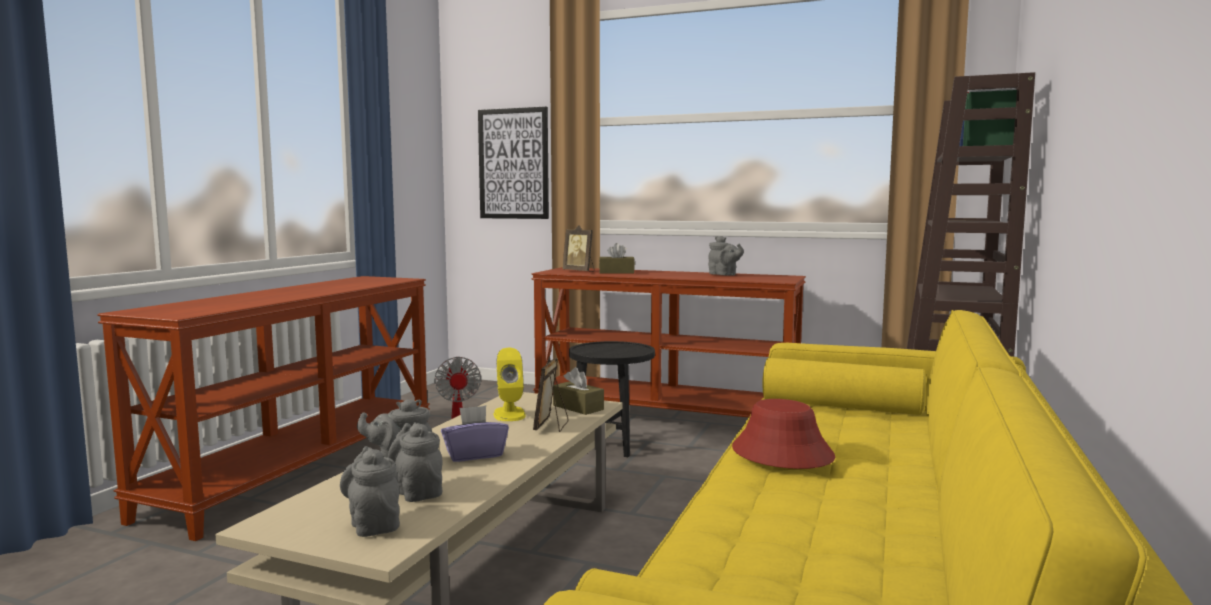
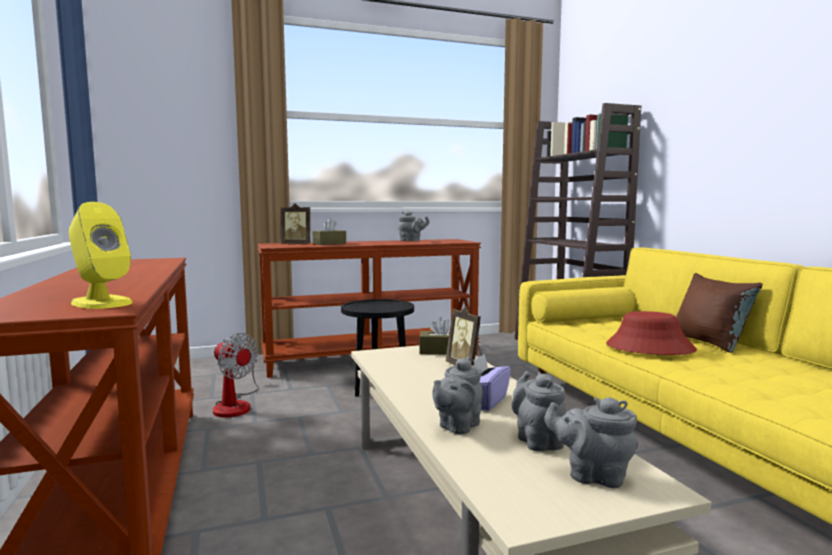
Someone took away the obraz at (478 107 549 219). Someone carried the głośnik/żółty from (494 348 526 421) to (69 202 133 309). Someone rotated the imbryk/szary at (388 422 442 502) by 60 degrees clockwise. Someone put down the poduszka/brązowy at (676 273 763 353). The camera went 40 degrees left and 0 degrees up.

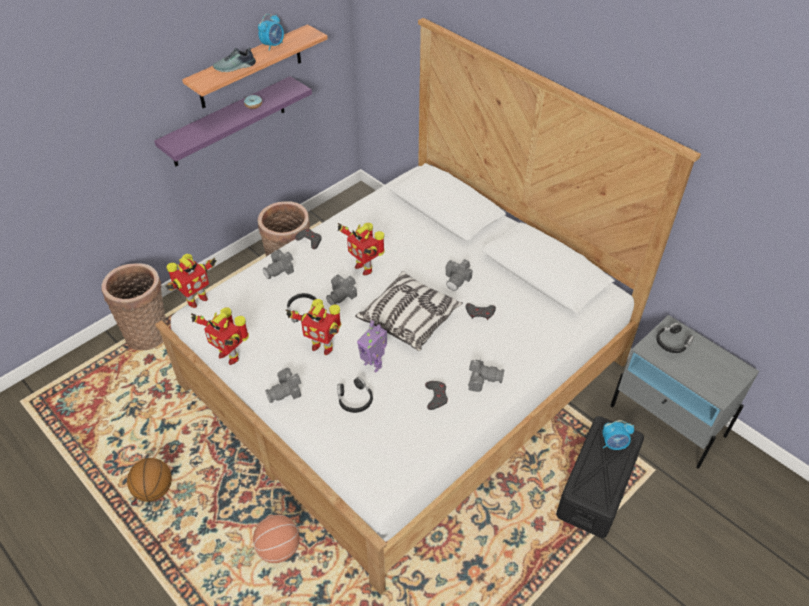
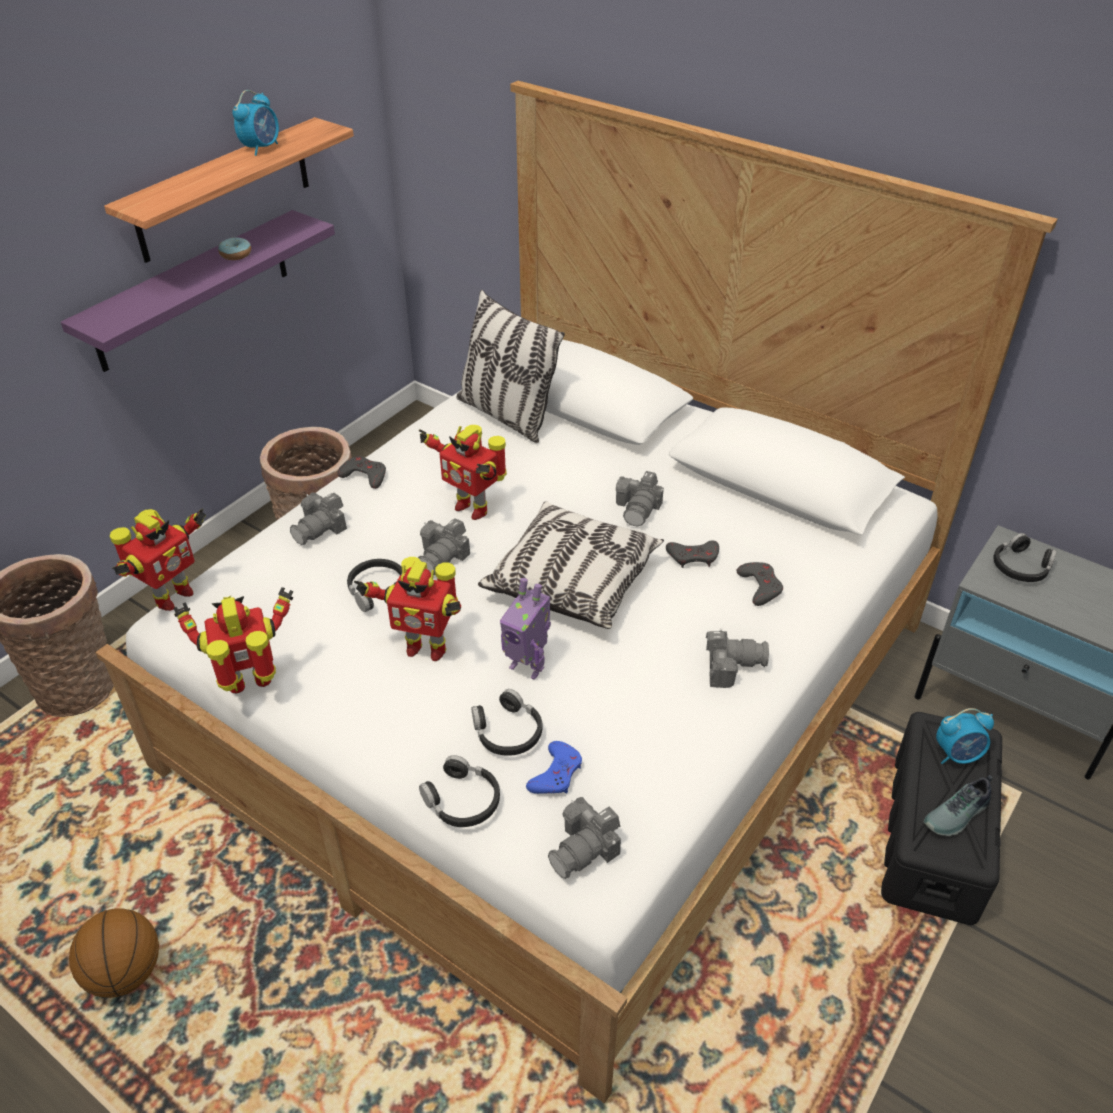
Someone carried the but from (213 47 256 72) to (924 775 993 836). Someone rotated the robot zabawkowy at (191 307 249 365) by 135 degrees clockwise. Someone carried the aparat fotograficzny from (265 368 301 403) to (548 797 621 879). Someone carried the pad do gier/szary from (425 381 448 410) to (736 562 783 606). Someone took away the piłka do koszykówki at (253 515 299 563). Someone put down the poduszka at (457 290 565 443). Someone put down the pad do gier/niebieski at (526 741 582 794). Someone put down the słuchawki/czarny at (419 755 500 827). The camera went 10 degrees left and 5 degrees down.

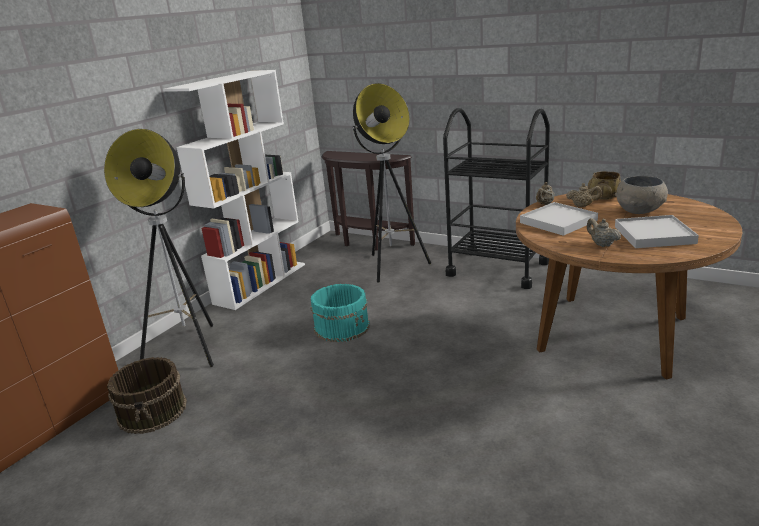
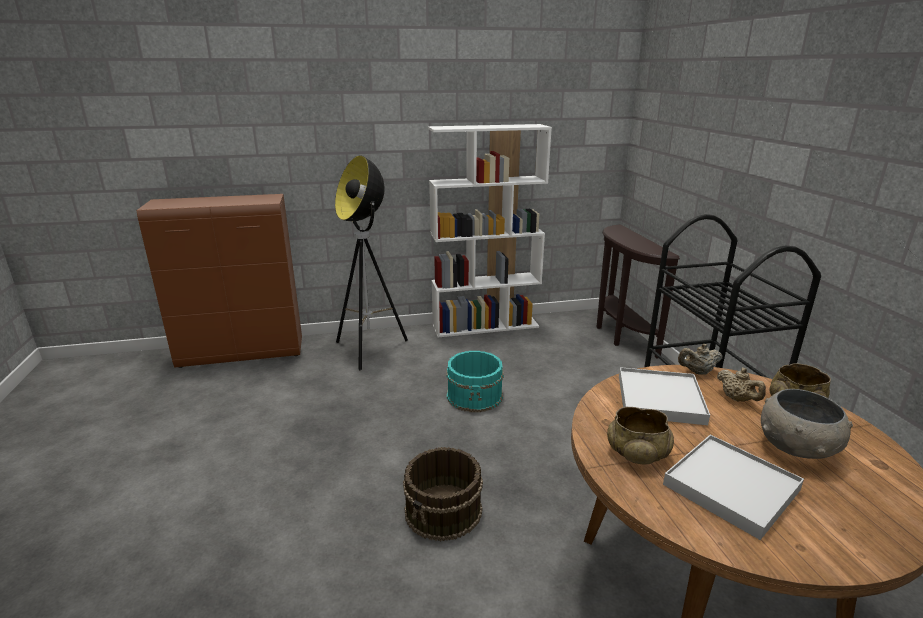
Someone took away the lampa stojąca at (353 83 431 283). Someone swapped the imbryk/beżowy at (587 218 621 247) for the miska/beżowy at (607 407 674 465). Someone carried the wiadro/brązowy from (107 357 187 434) to (403 447 483 541). The camera went 45 degrees right and 0 degrees up.

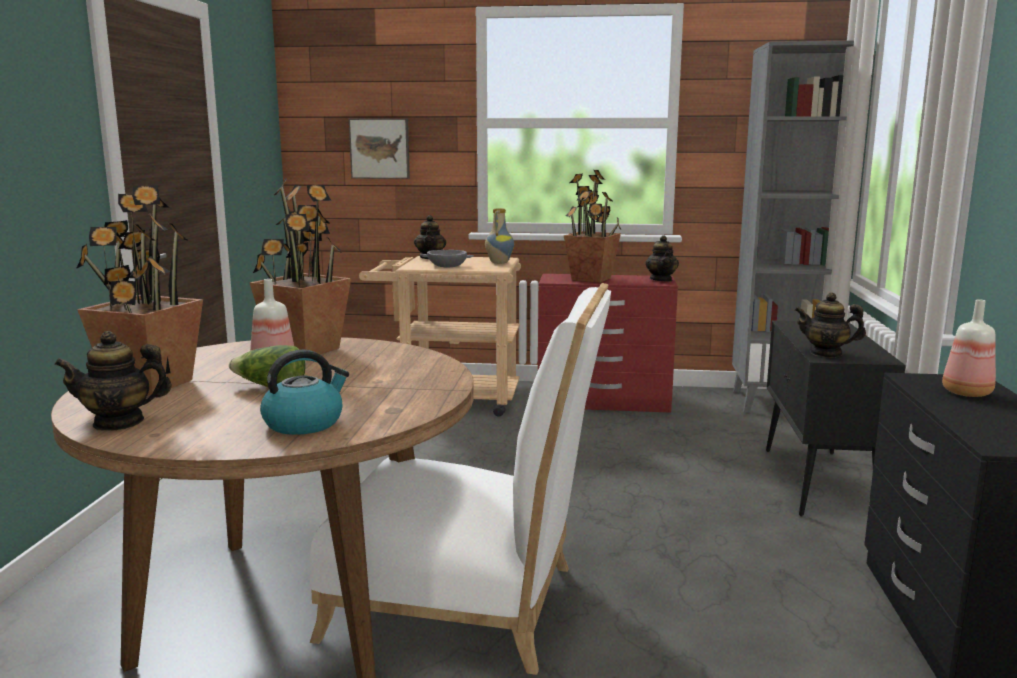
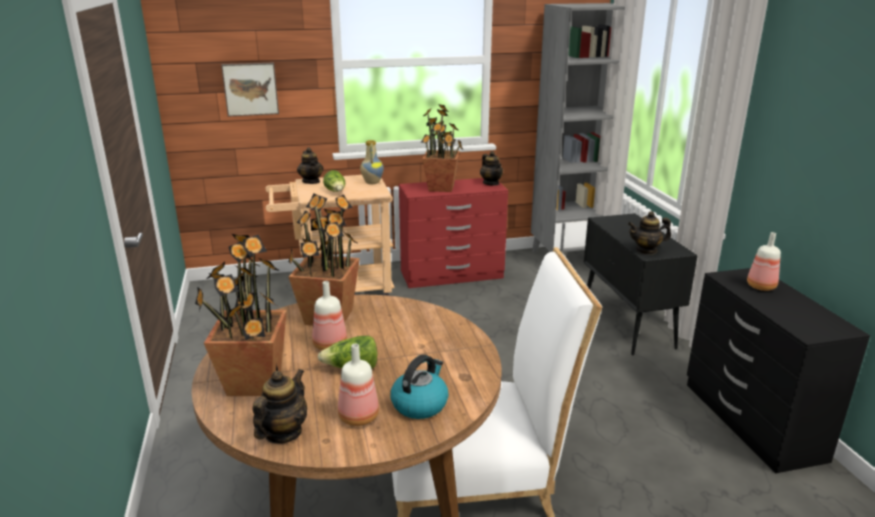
Someone swapped the miska/szary at (419 250 474 268) for the sałata at (323 170 345 192). Someone rotated the imbryk at (54 331 172 431) by 150 degrees clockwise. Someone put down the butelka at (338 344 379 426). The camera went 20 degrees left and 10 degrees up.

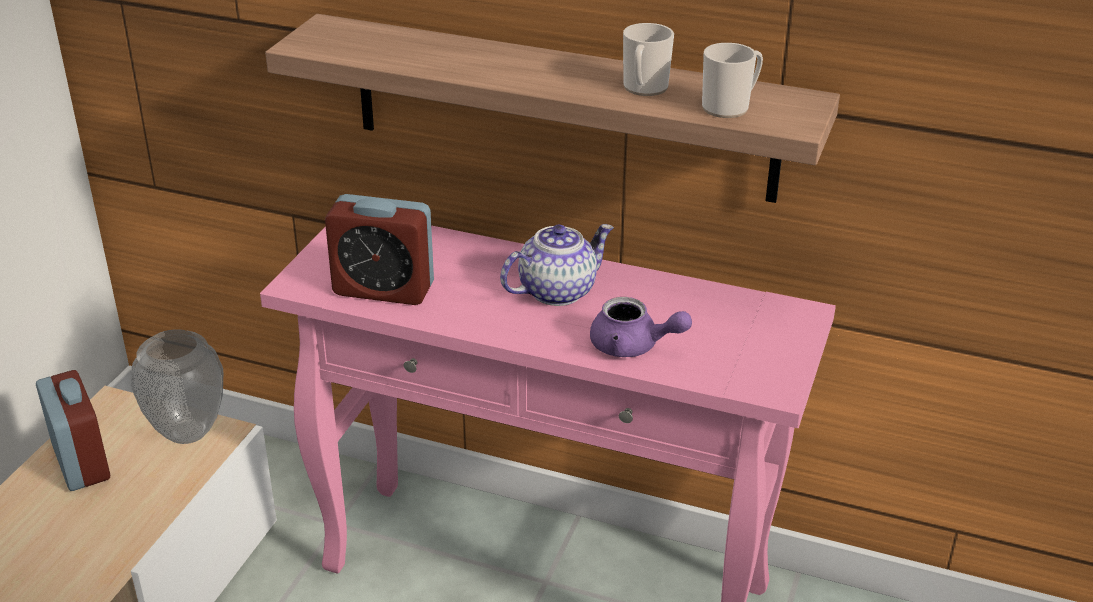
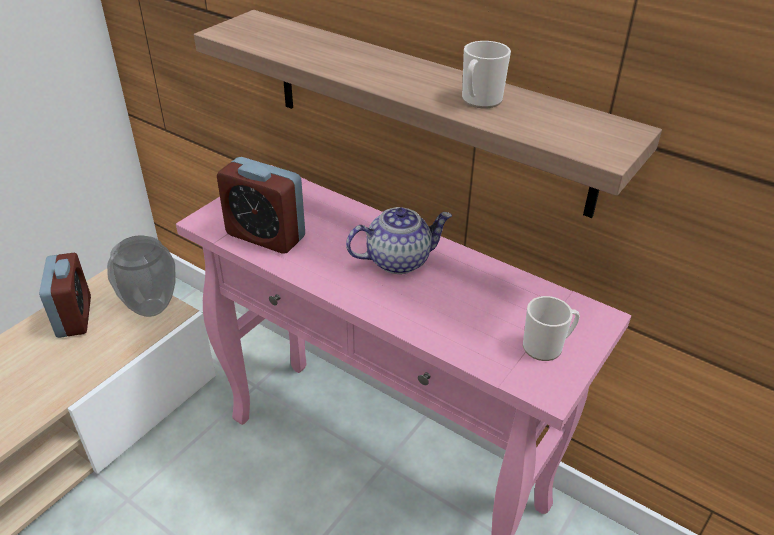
Someone carried the kubek from (702 43 763 118) to (523 296 580 361). Someone took away the imbryk/fioletowy at (590 297 692 357). The camera went 15 degrees right and 5 degrees up.

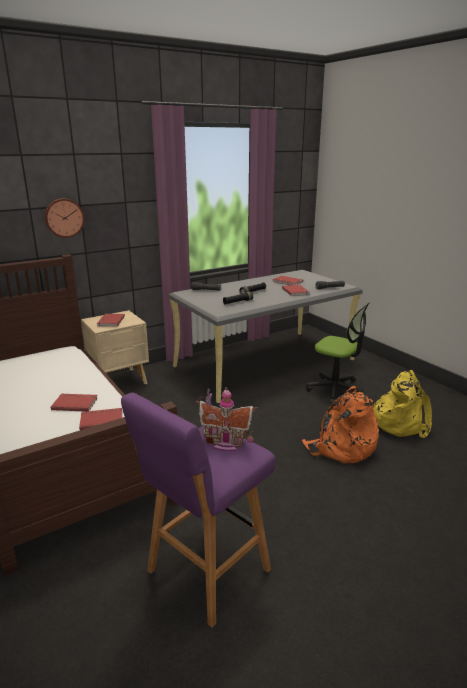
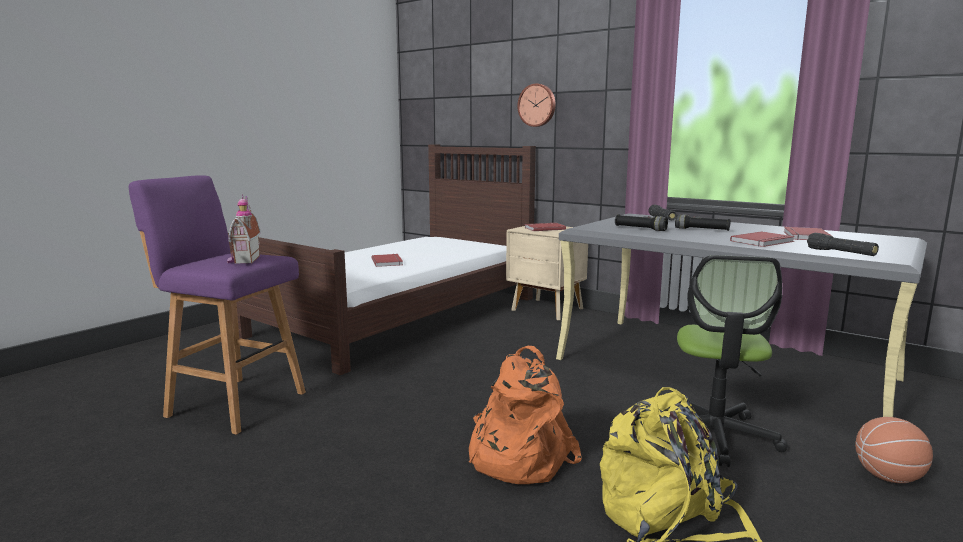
Someone took away the książka/czerwony at (79 408 122 430). Someone put down the piłka do koszykówki at (855 417 933 483). The camera went 70 degrees right and 10 degrees down.

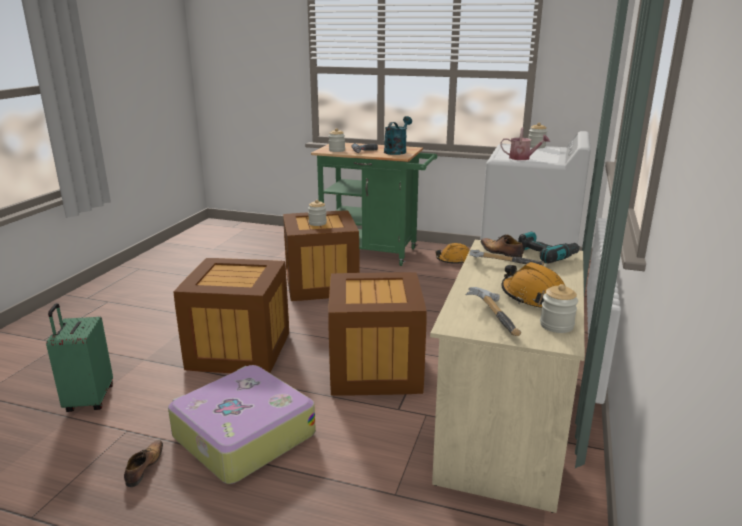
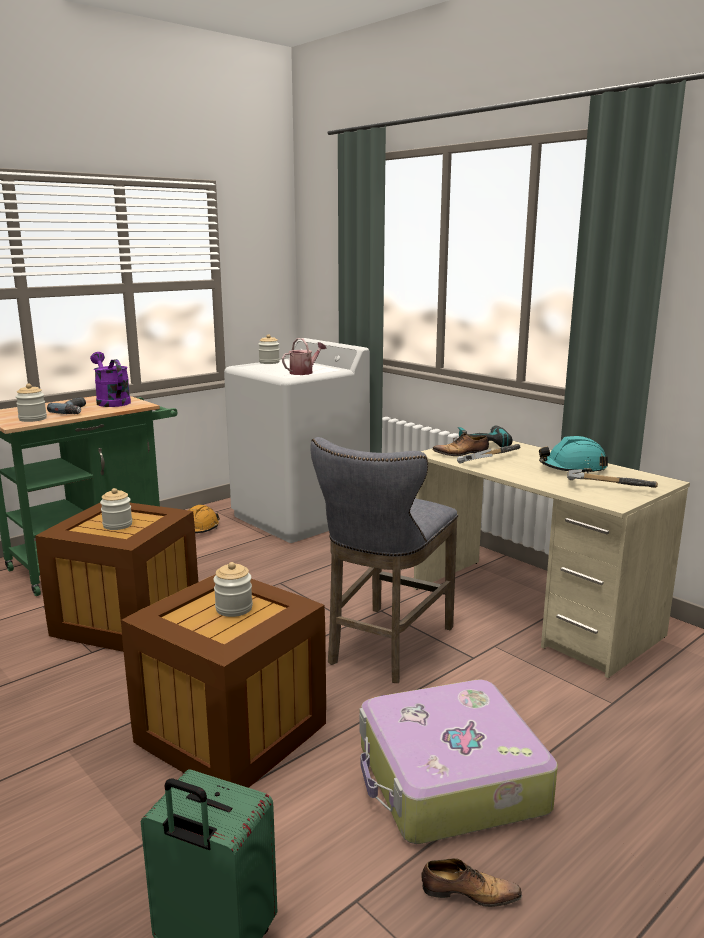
Someone repainted the konewka/turkusowy at (384 116 412 155), which became the konewka/fioletowy at (90 352 131 407). Someone repainted the kask/pomarańczowy at (501 262 566 308), which became the kask/turkusowy at (539 436 608 474). Someone swapped the skrzynka at (328 272 427 396) for the stołek/szary at (311 437 458 683). Someone carried the słoik from (540 284 578 333) to (213 562 253 617). Someone rotated the but at (124 440 163 487) by 150 degrees clockwise. The camera went 60 degrees left and 5 degrees down.

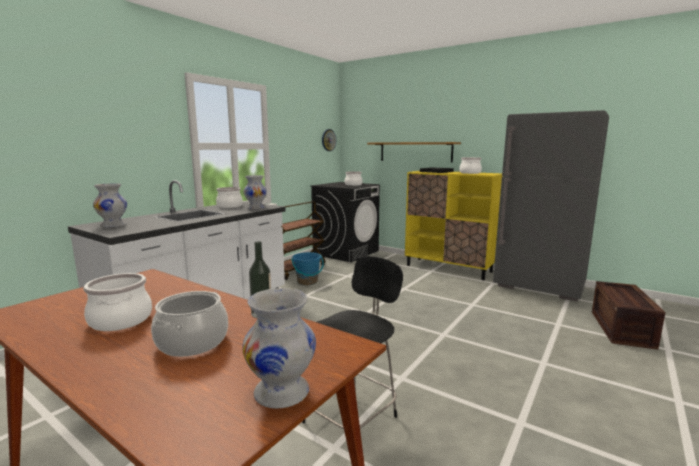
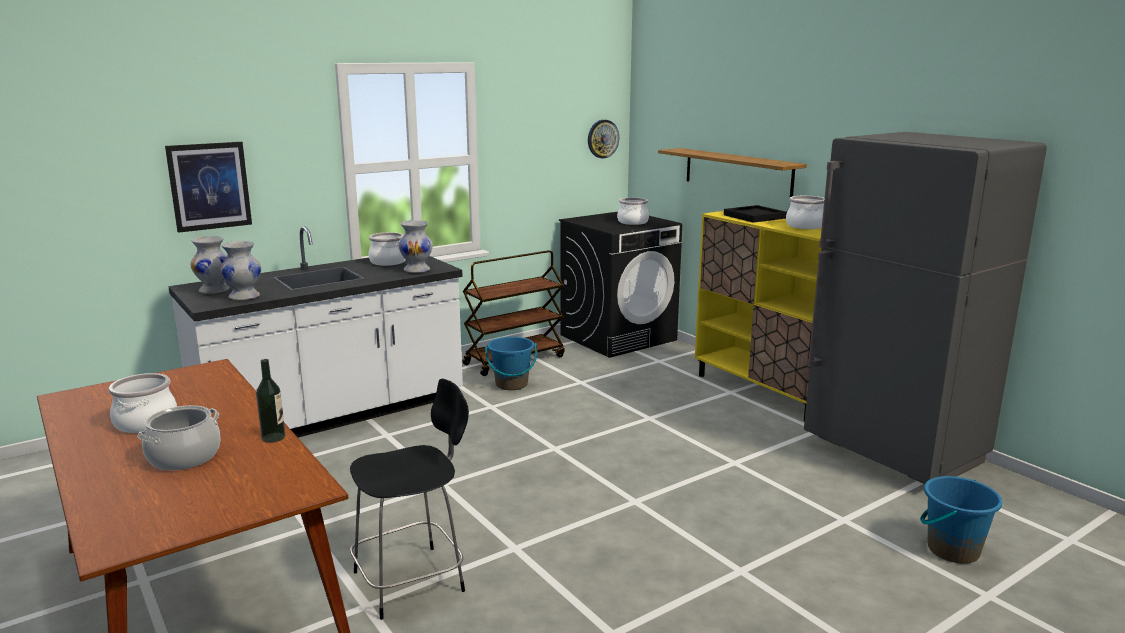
Someone swapped the skrzynka at (592 281 666 350) for the wiadro/niebieski at (920 476 1003 564). Someone carried the wazon/biały from (242 288 316 409) to (221 241 261 300). Someone put up the obraz at (165 142 252 233). The camera went 20 degrees right and 5 degrees up.

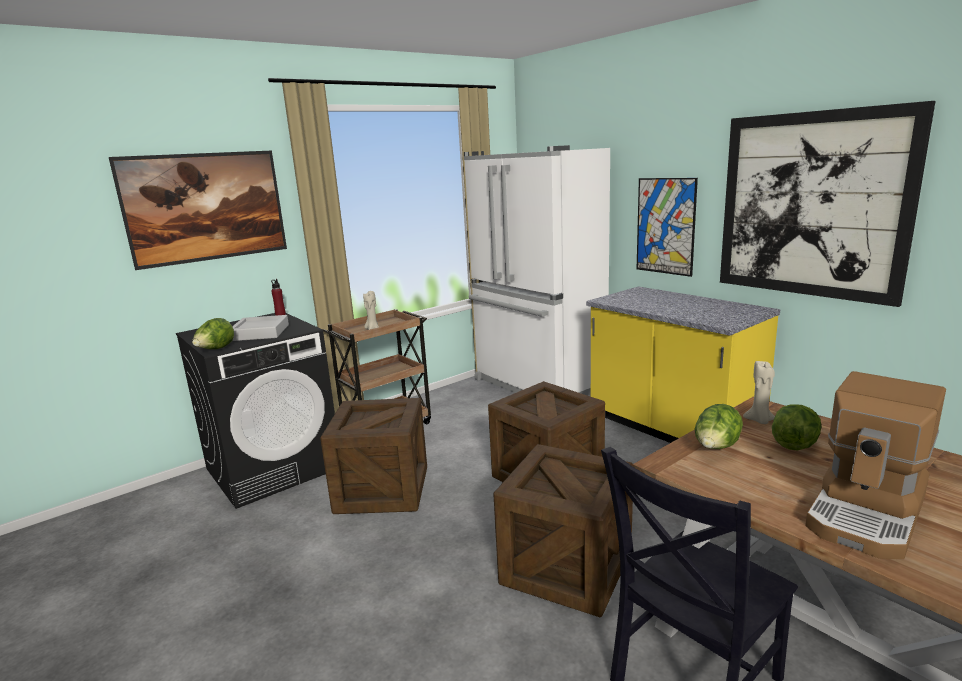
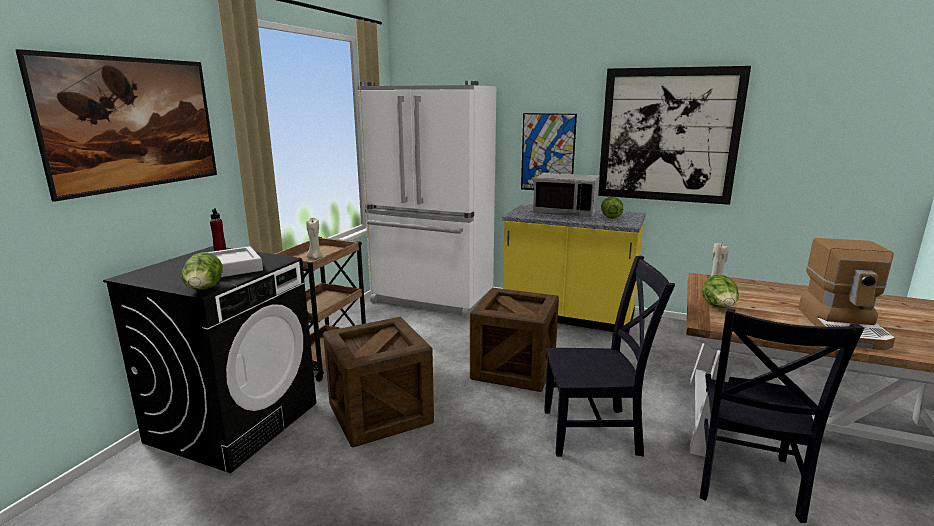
Someone carried the sałata from (772 404 822 450) to (601 197 623 219). Someone swapped the skrzynka at (493 444 633 617) for the krzesło/czarny at (544 256 675 457). Someone put down the mikrofalówka/szary at (533 173 600 217). The camera went 30 degrees left and 0 degrees up.

